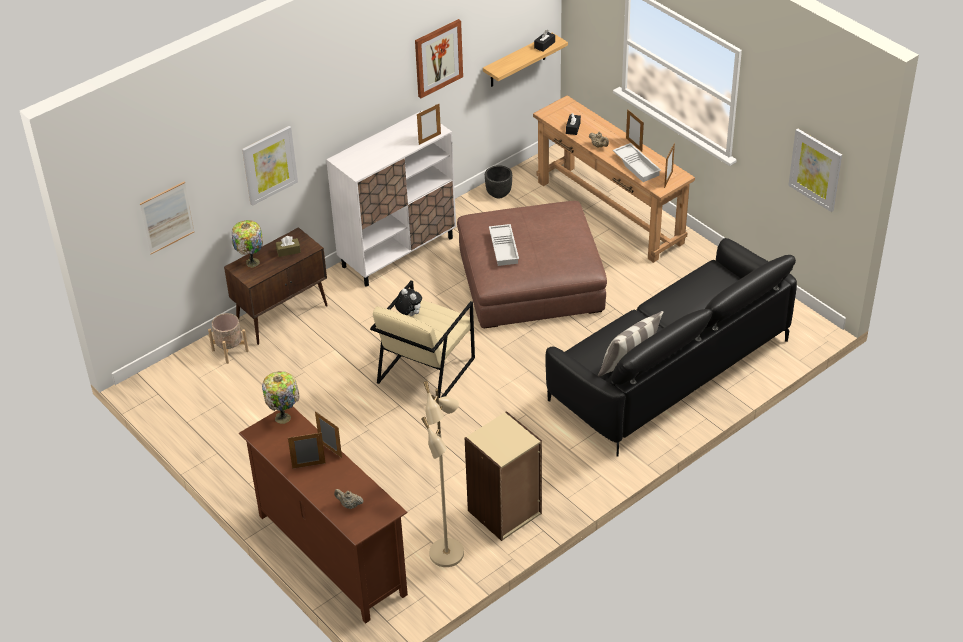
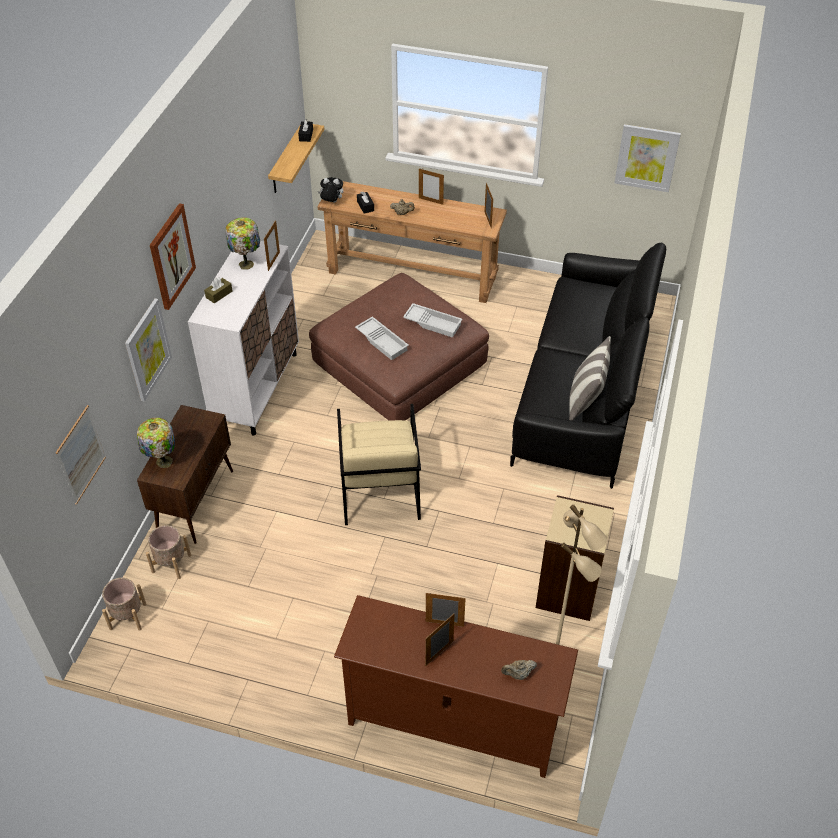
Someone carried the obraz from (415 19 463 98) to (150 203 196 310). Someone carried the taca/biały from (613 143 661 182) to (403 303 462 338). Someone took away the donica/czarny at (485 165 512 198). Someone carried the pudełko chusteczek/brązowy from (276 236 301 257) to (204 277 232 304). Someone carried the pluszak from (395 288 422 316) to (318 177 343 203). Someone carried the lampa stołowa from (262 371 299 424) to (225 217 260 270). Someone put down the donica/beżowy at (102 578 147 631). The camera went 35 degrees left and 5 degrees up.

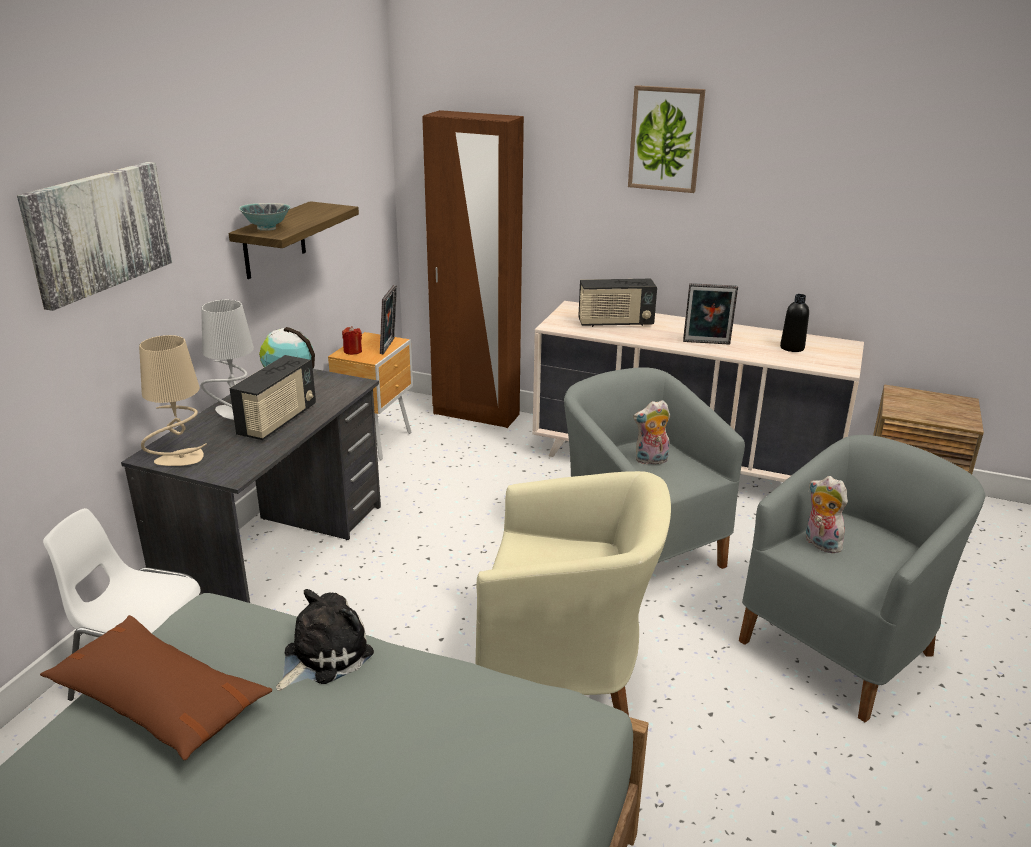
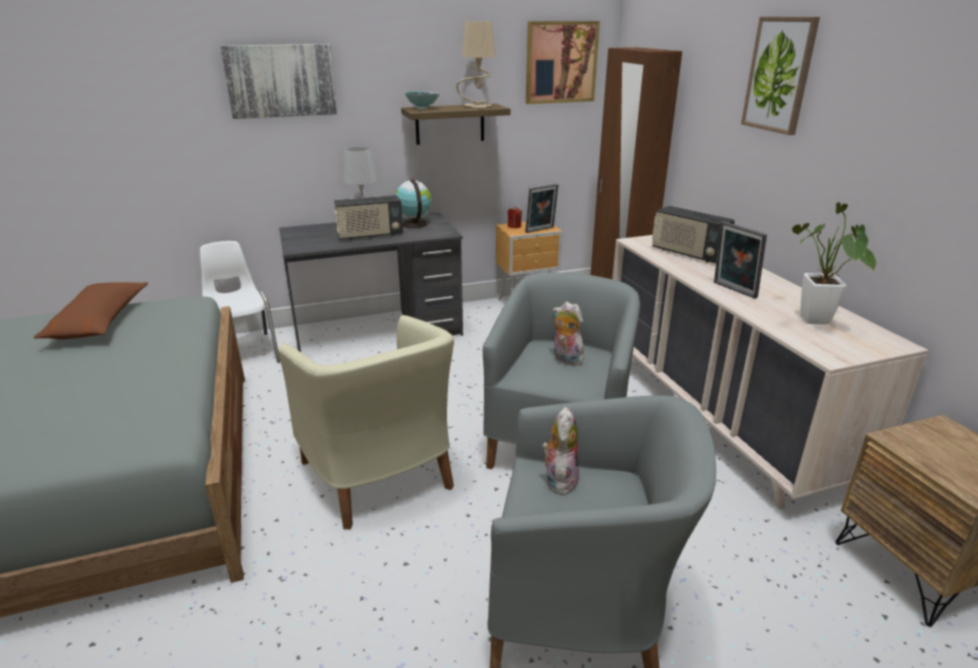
Someone swapped the butelka/czarny at (780 294 809 352) for the roślina doniczkowa at (792 202 876 325). Someone carried the lampa stołowa/beżowy from (139 335 207 466) to (456 21 496 108). Someone took away the pluszak at (276 589 374 691). Someone put up the obraz at (526 21 600 104). The camera went 50 degrees right and 0 degrees up.

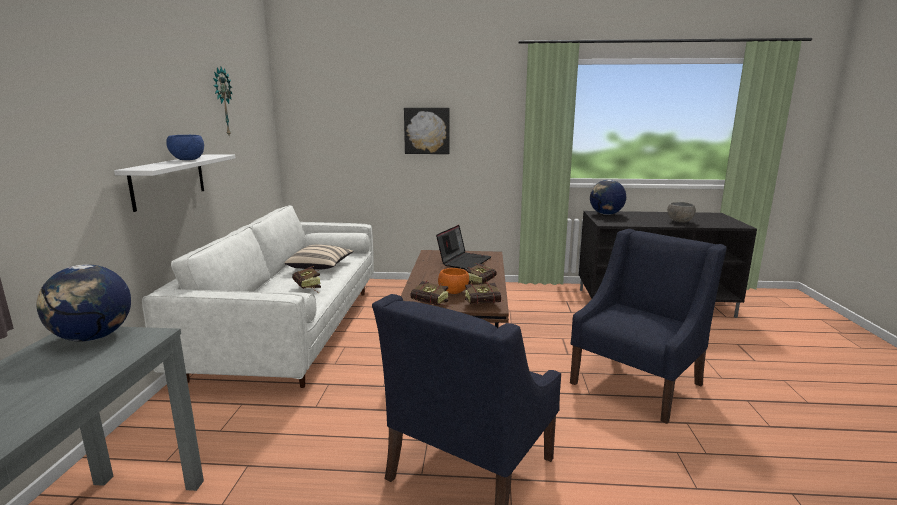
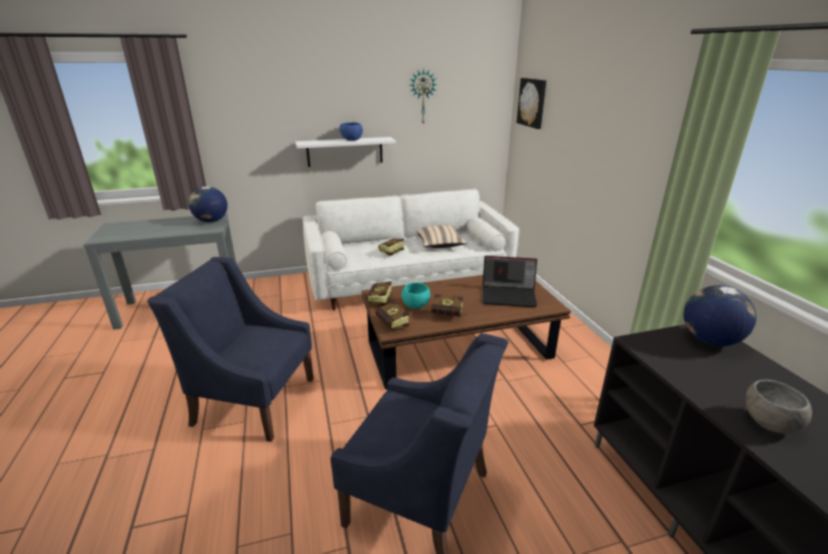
Someone carried the obraz from (404 108 449 154) to (517 78 547 129). Someone repainted the miska/pomarańczowy at (438 268 469 294), which became the miska/turkusowy at (402 282 430 309). The camera went 70 degrees right and 10 degrees up.

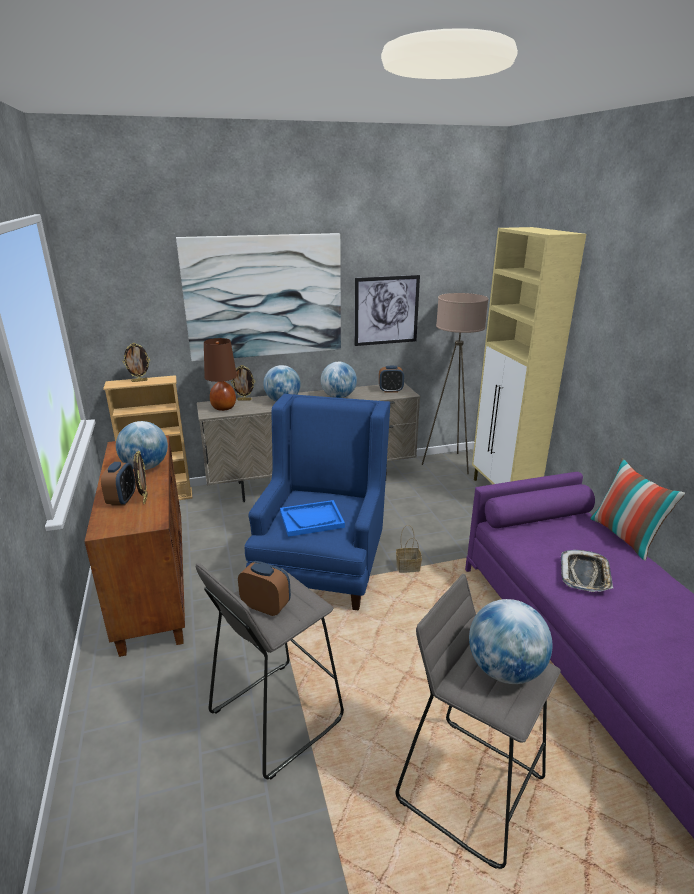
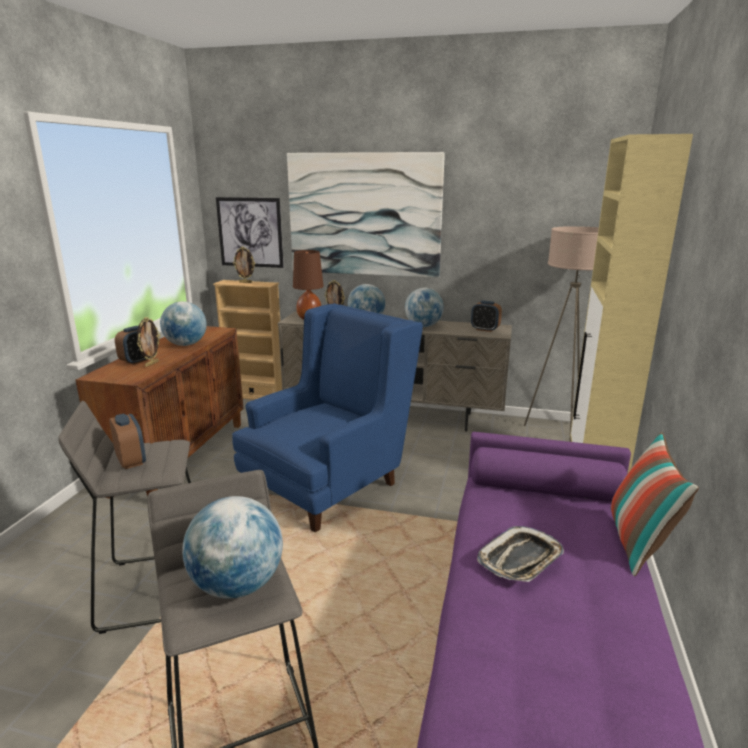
Someone carried the obraz from (355 275 420 346) to (216 197 284 268). Someone took away the taca/niebieski at (280 500 345 537). Someone took away the koszyk at (396 525 422 573). The camera went 30 degrees right and 5 degrees down.

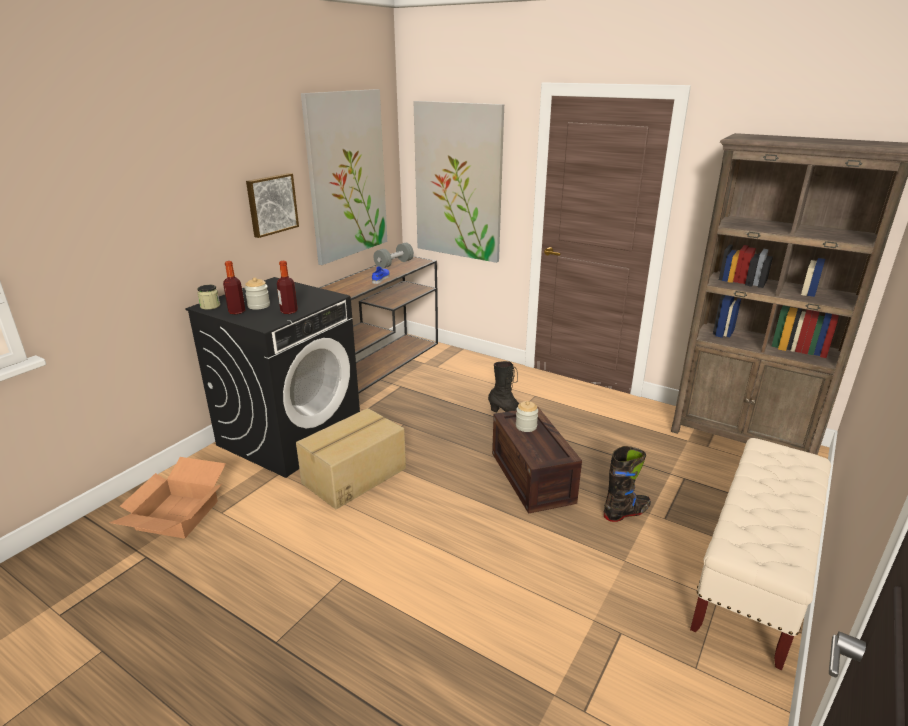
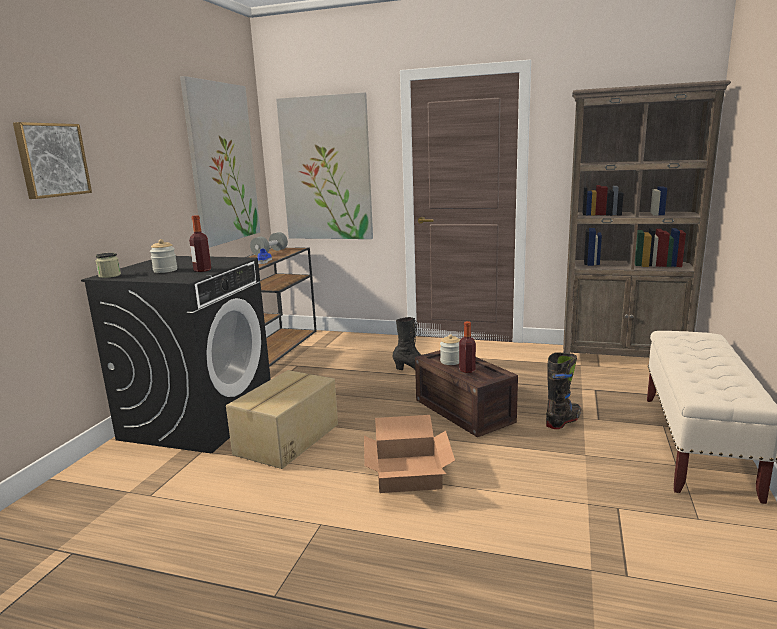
Someone carried the obraz from (246 173 299 238) to (13 122 92 199). Someone carried the butelka from (223 261 245 314) to (459 321 476 373). Someone carried the karton from (110 457 226 539) to (364 415 455 493). The camera went 15 degrees left and 10 degrees down.

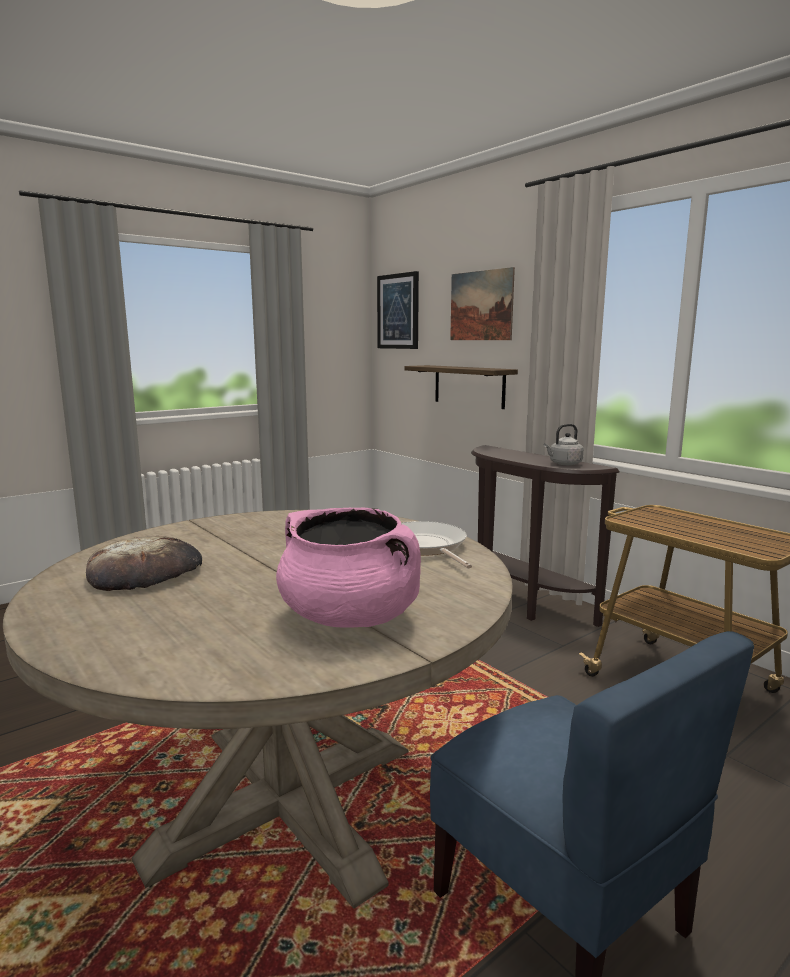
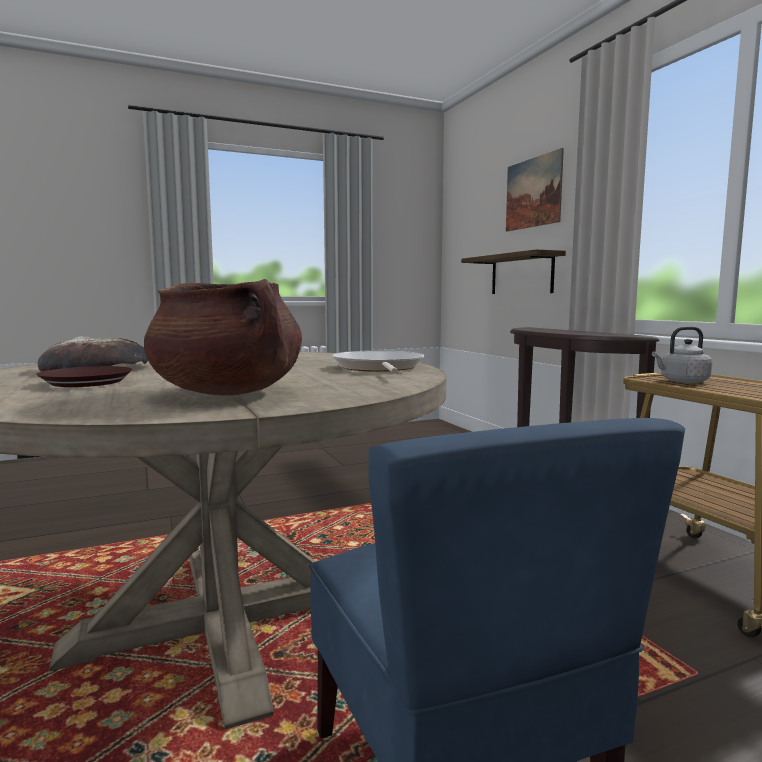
Someone took away the obraz at (377 271 419 349). Someone carried the czajnik/szary from (544 424 584 465) to (652 326 713 383). Someone repainted the garnek/różowy at (276 508 421 628), which became the garnek/brązowy at (144 279 302 395). Someone put down the talerz/brązowy at (36 366 133 387). The camera went 15 degrees right and 5 degrees down.

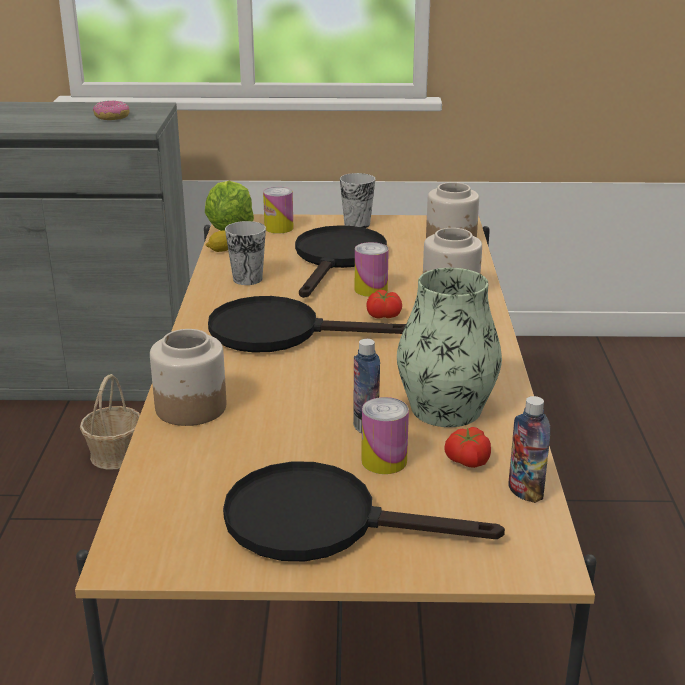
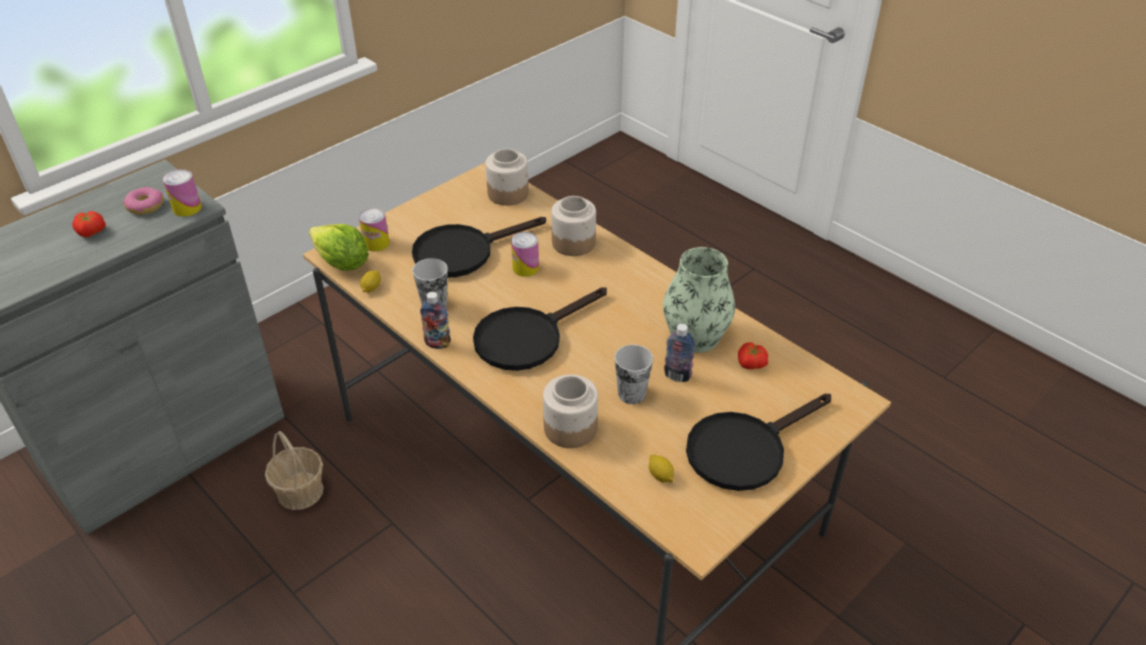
Someone carried the filiżanka from (340 173 375 228) to (615 344 653 404). Someone rotated the patelnia/czarny at (295 225 387 298) by 90 degrees counterclockwise. Someone carried the pomidor from (366 290 402 319) to (72 211 106 237). Someone carried the butelka from (508 396 550 503) to (420 292 451 349). Someone carried the puszka from (361 397 409 474) to (163 169 202 217). Someone put down the cytryna at (649 455 674 482). The camera went 45 degrees left and 15 degrees up.

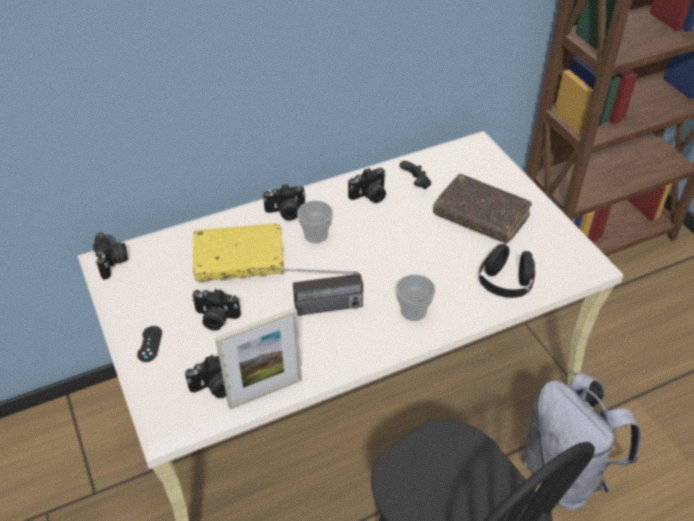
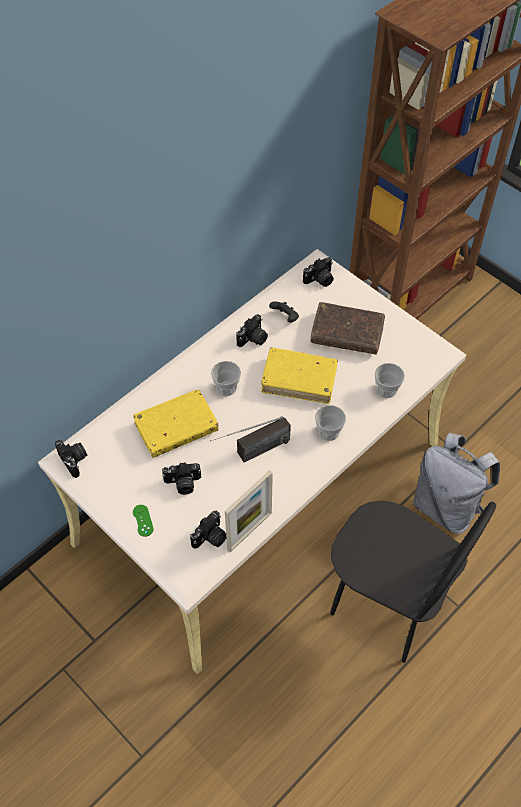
Someone carried the aparat fotograficzny from (263 184 306 221) to (303 257 334 287). Someone swapped the słuchawki/czarny at (478 244 535 298) for the filiżanka at (375 363 405 398). Someone repainted the pad do gier/czarny at (137 326 162 362), which became the pad do gier/zielony at (133 505 154 537). Someone put down the książka/żółty at (261 347 338 404). The camera went 20 degrees left and 10 degrees up.

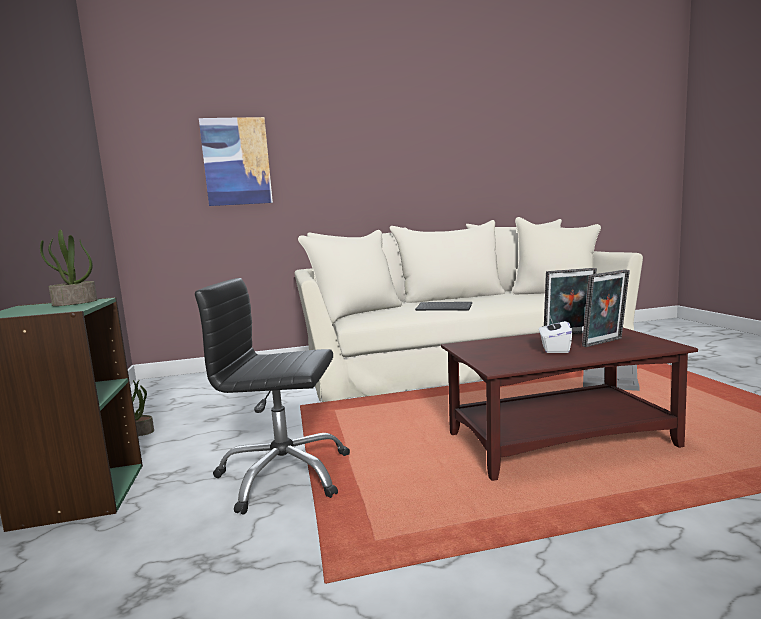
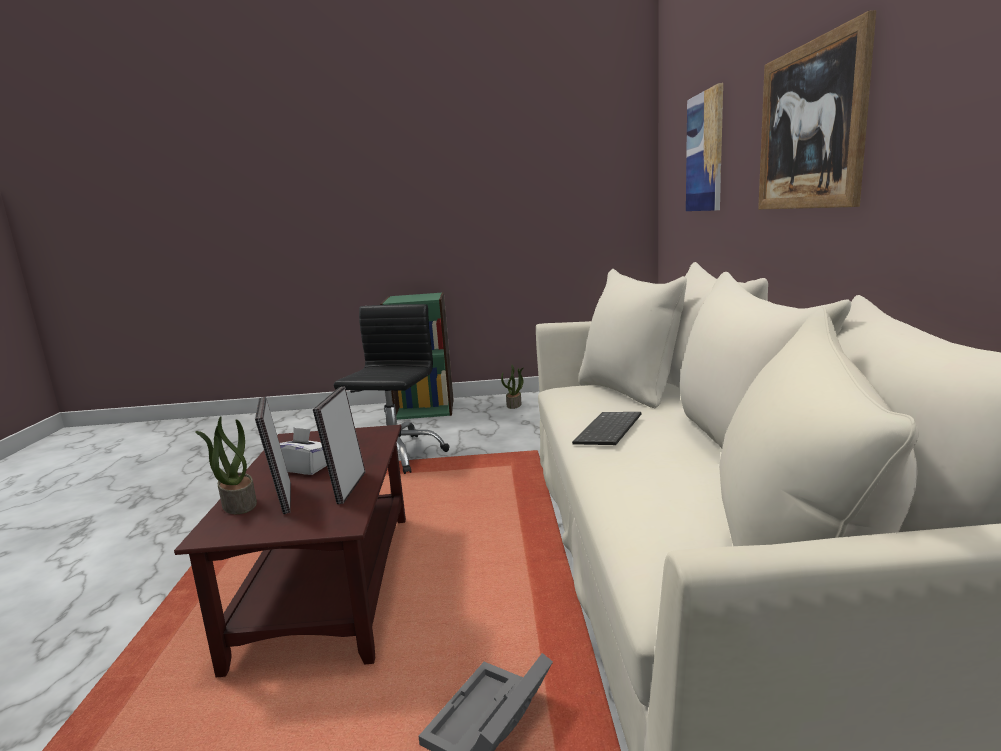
Someone carried the roślina doniczkowa from (40 229 97 306) to (195 416 257 514). Someone put up the obraz at (758 10 876 210). The camera went 100 degrees right and 5 degrees up.

